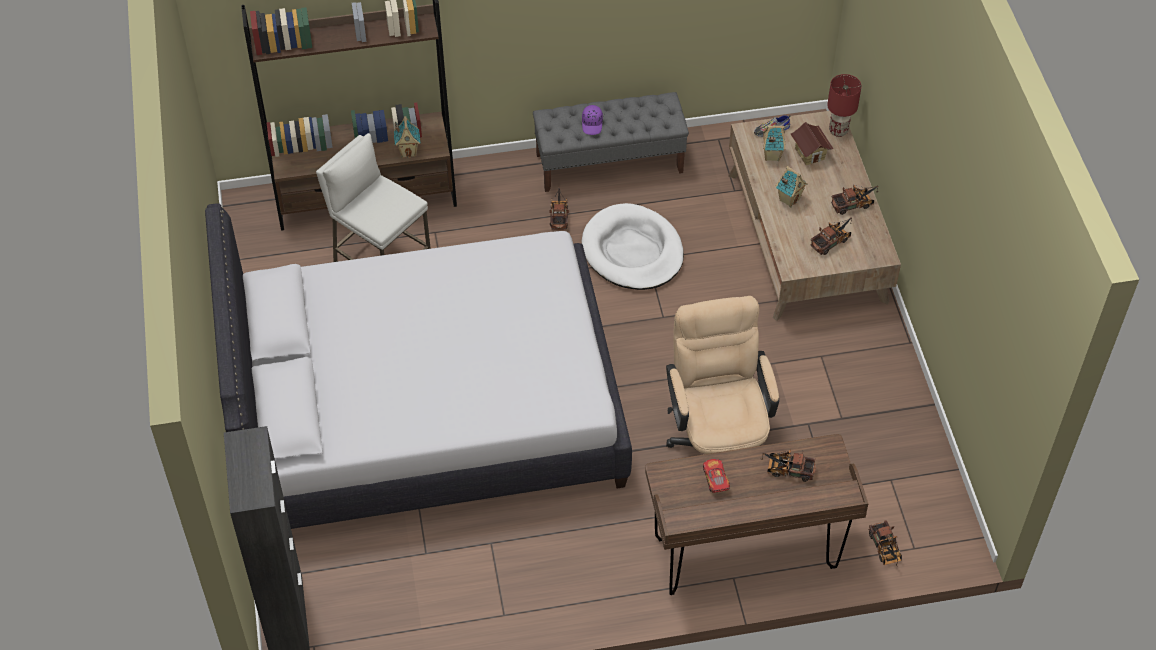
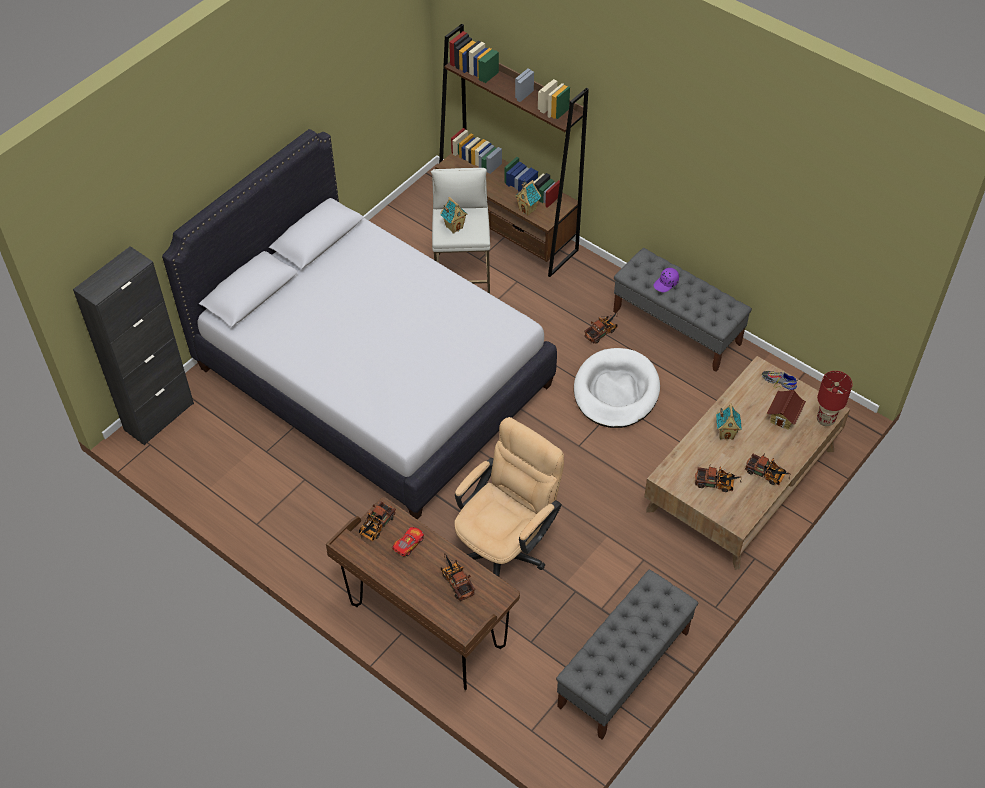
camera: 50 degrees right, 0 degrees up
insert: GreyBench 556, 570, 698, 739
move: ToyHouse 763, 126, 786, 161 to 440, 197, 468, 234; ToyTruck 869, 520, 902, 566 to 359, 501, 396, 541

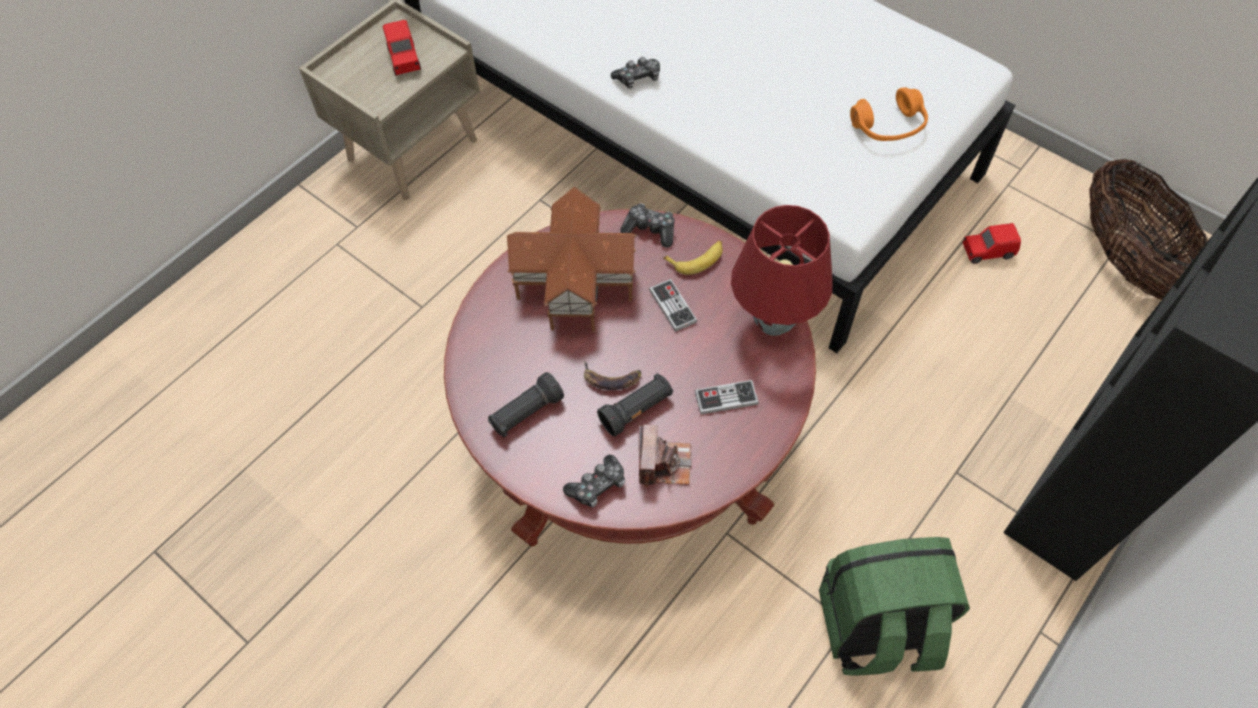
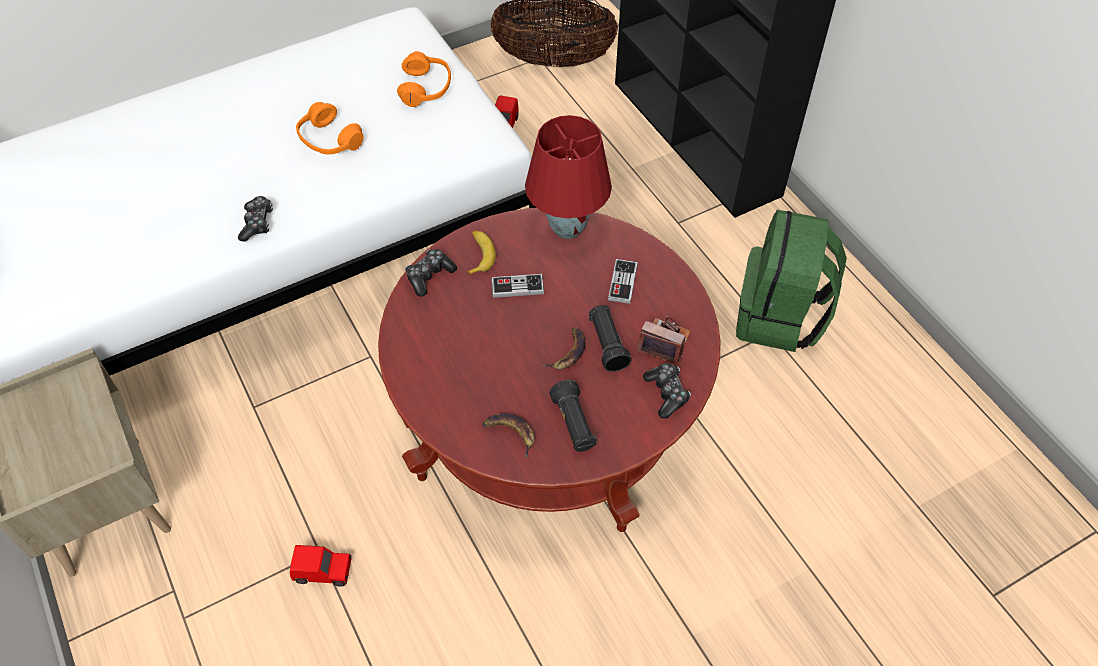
camera: 70 degrees left, 5 degrees down
delete: ToyHouse 507, 186, 637, 331
insert: OrangeHeadphones 296, 102, 364, 154; Banana 482, 414, 535, 458
move: RedToyCar 383, 20, 421, 76 to 290, 545, 352, 587

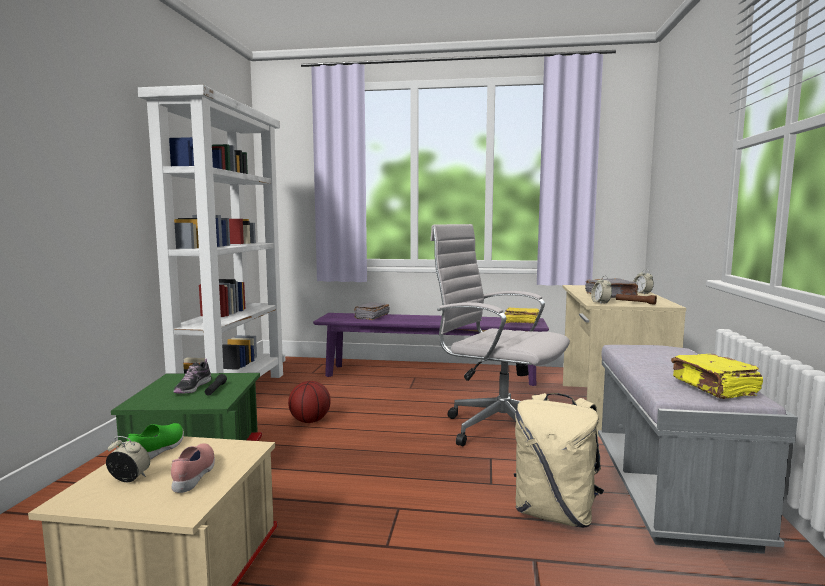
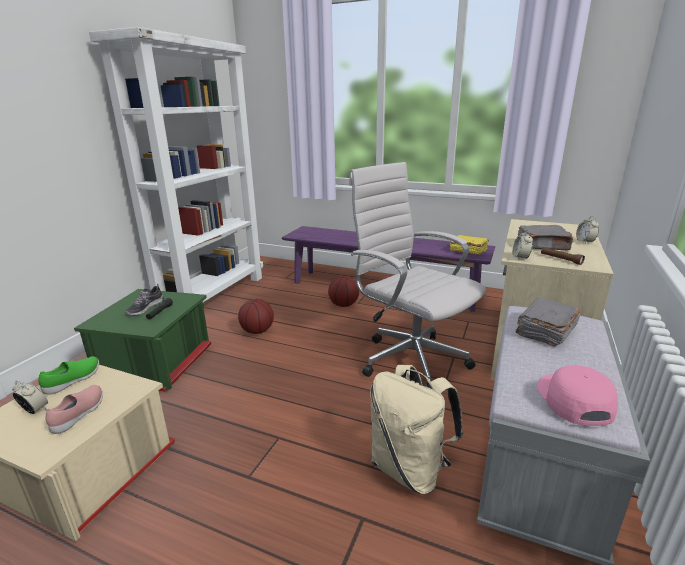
camera: 15 degrees right, 15 degrees up
insert: Basketball 328, 276, 359, 307
move: GreyBook 354, 302, 390, 320 to 516, 298, 581, 347
replace: YellowBook 671, 354, 763, 399 to PinkCap 537, 365, 618, 426

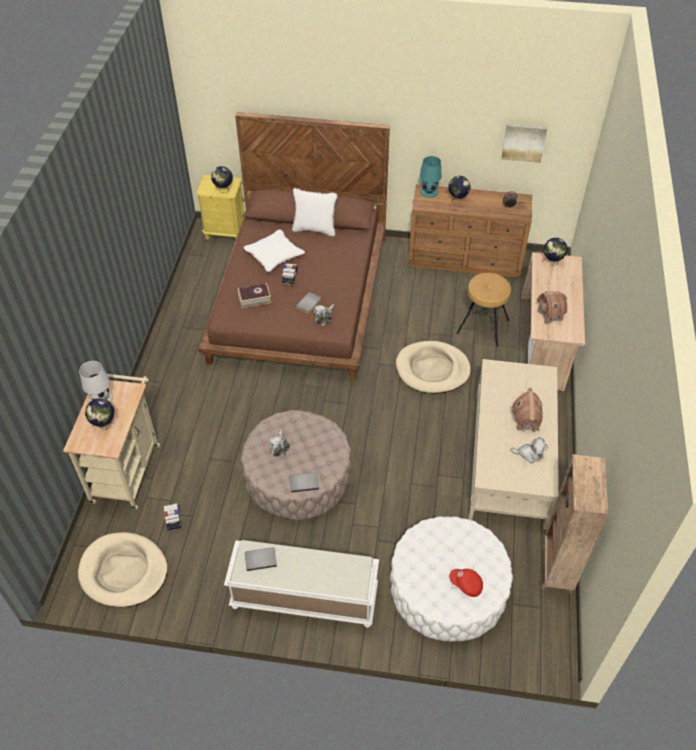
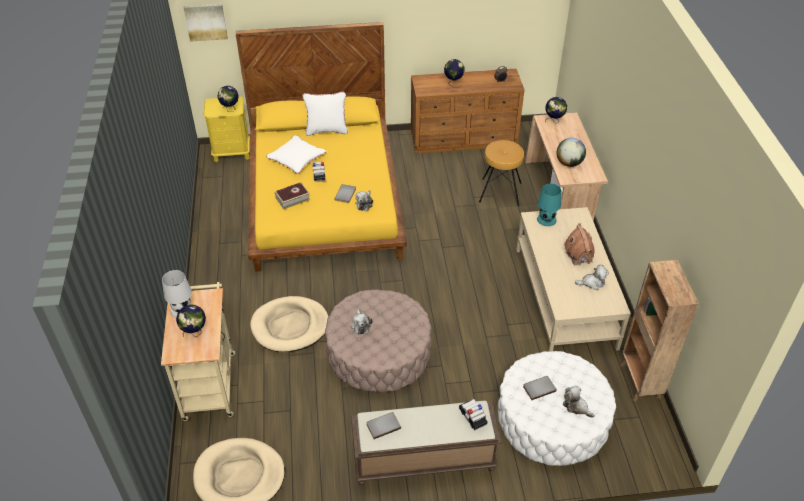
camera: 15 degrees left, 5 degrees down
move: Picture 501, 124, 547, 163 to 184, 4, 228, 42; TurquoiseTableLamp 420, 156, 441, 198 to 537, 184, 561, 226; BeigeDogBed 396, 341, 471, 394 to 250, 296, 329, 352; GreyBook 289, 472, 319, 493 to 523, 376, 557, 400; ToyCar 164, 503, 181, 531 to 459, 399, 488, 430
replace: ToyHouse 537, 291, 567, 325 to Globe 557, 138, 586, 167; RedCap 449, 569, 483, 597 to PlushToy 563, 385, 595, 418
recolor: BrownBed 198, 112, 390, 381 to YellowBed 236, 22, 407, 272; WhiteBench 224, 540, 379, 628 to BrownBench 351, 401, 502, 485

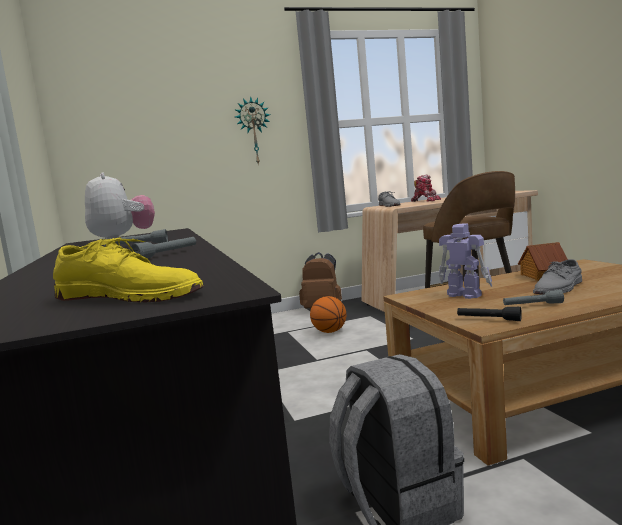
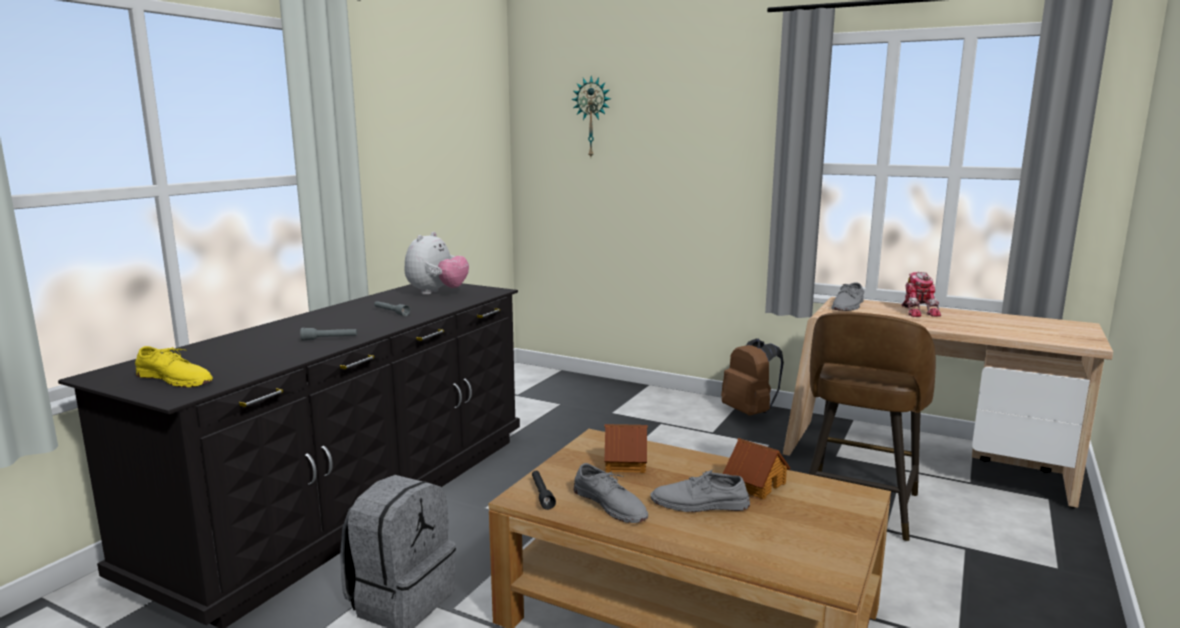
camera: 45 degrees right, 5 degrees up
delete: Basketball 310, 296, 347, 333
move: WallClock 234, 96, 270, 165 to 571, 76, 611, 157
replace: ToyRobot 439, 223, 492, 299 to ToyHouse 604, 424, 648, 473; GreyFlashlight 503, 290, 564, 305 to GreyShoe 574, 463, 648, 523
rotate: YellowShoe 53, 237, 203, 303 = 135, 346, 213, 388 45 degrees counterclockwise

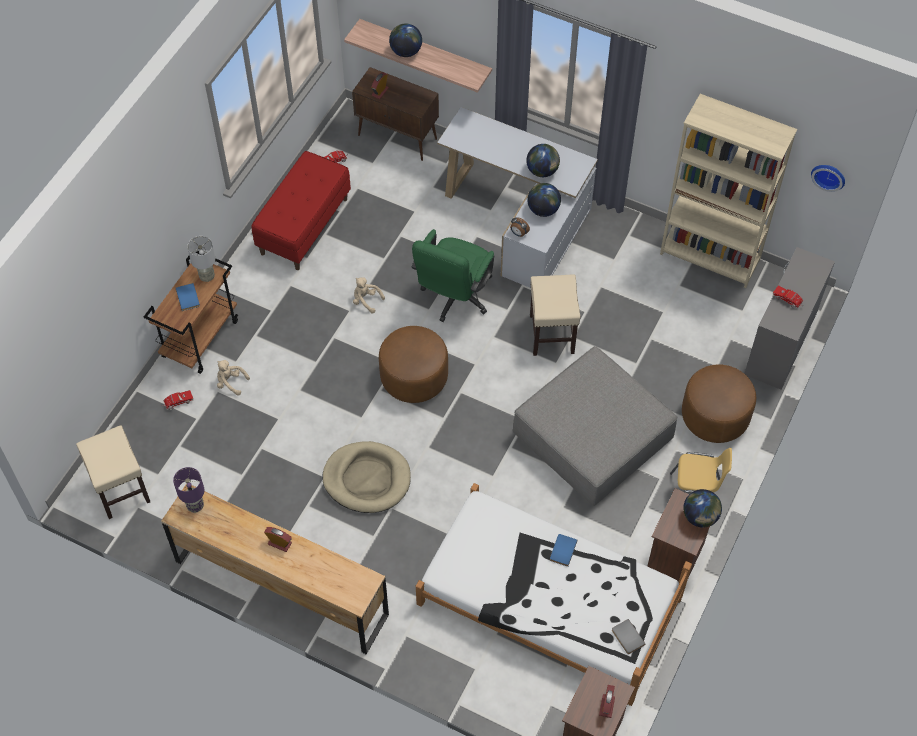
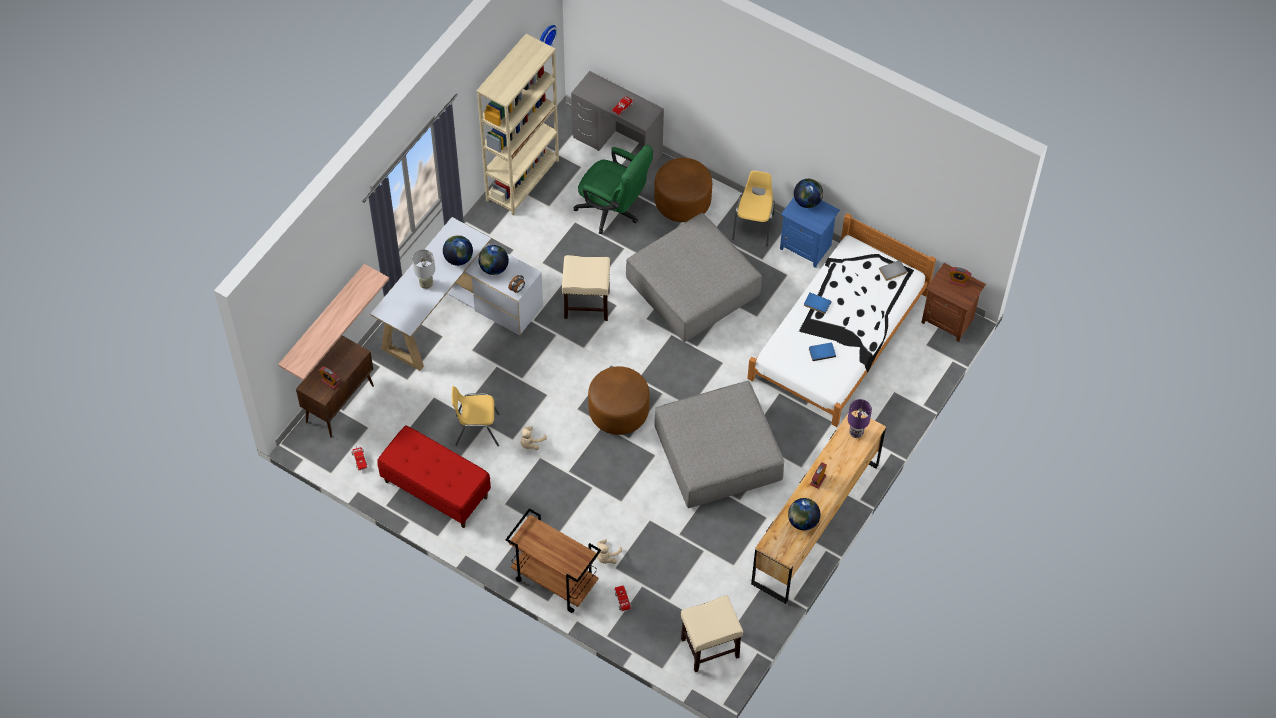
camera: 85 degrees left, 0 degrees up
insert: YellowChair 452, 386, 499, 446
move: Globe 389, 23, 422, 57 to 788, 498, 821, 531; GreenOfficeChair 412, 229, 494, 322 to 574, 145, 653, 234; GreyTableLamp 187, 236, 215, 282 to 412, 250, 435, 289; BlueBook 176, 283, 200, 311 to 809, 343, 836, 361; PurpleTableLamp 173, 467, 204, 513 to 848, 399, 872, 438
replace: BeigeDogBed 323, 441, 411, 513 to GreyOttoman 654, 381, 785, 508
recolor: BrownNightstand 648, 488, 710, 582 to BlueNightstand 780, 197, 840, 268

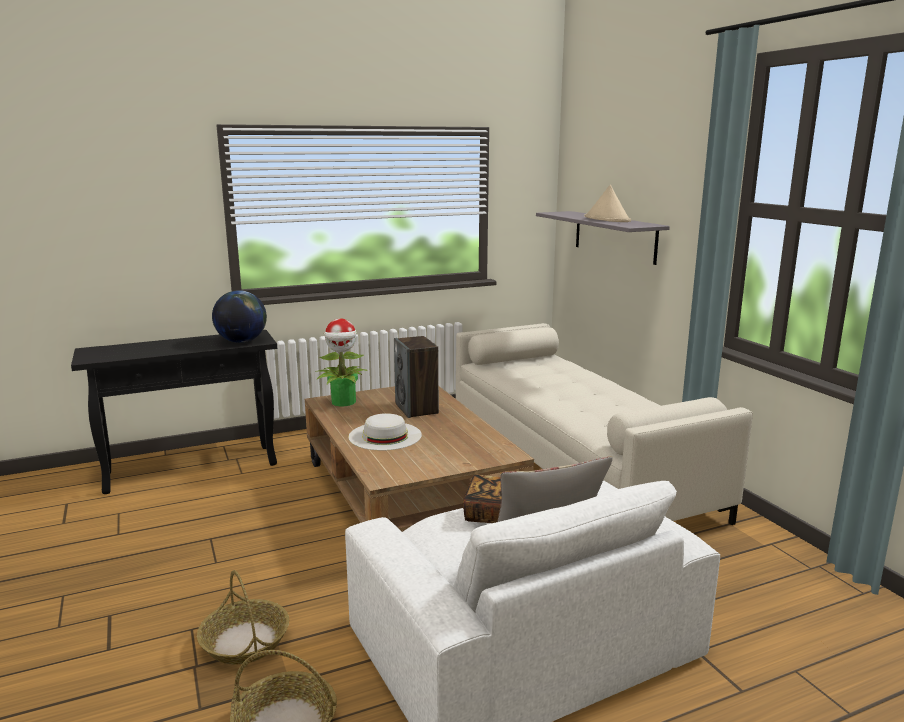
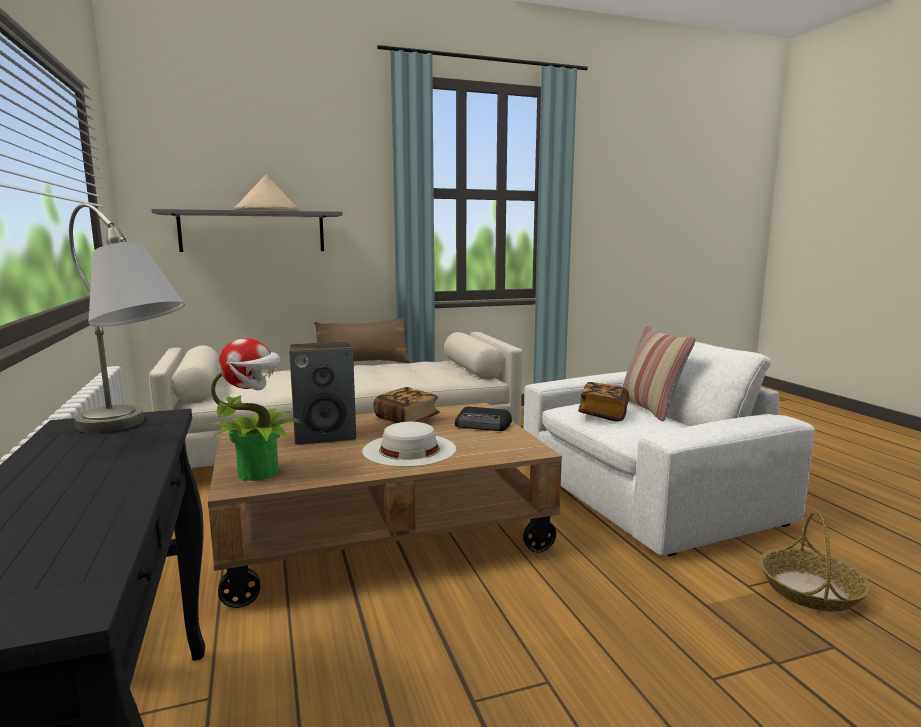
camera: 85 degrees left, 5 degrees down
delete: Basket 197, 570, 289, 665
insert: BrownPillow 314, 318, 410, 363; Book 374, 387, 440, 423; Radio 455, 407, 512, 431
replace: Globe 212, 290, 267, 343 to GreyTableLamp 69, 203, 185, 433

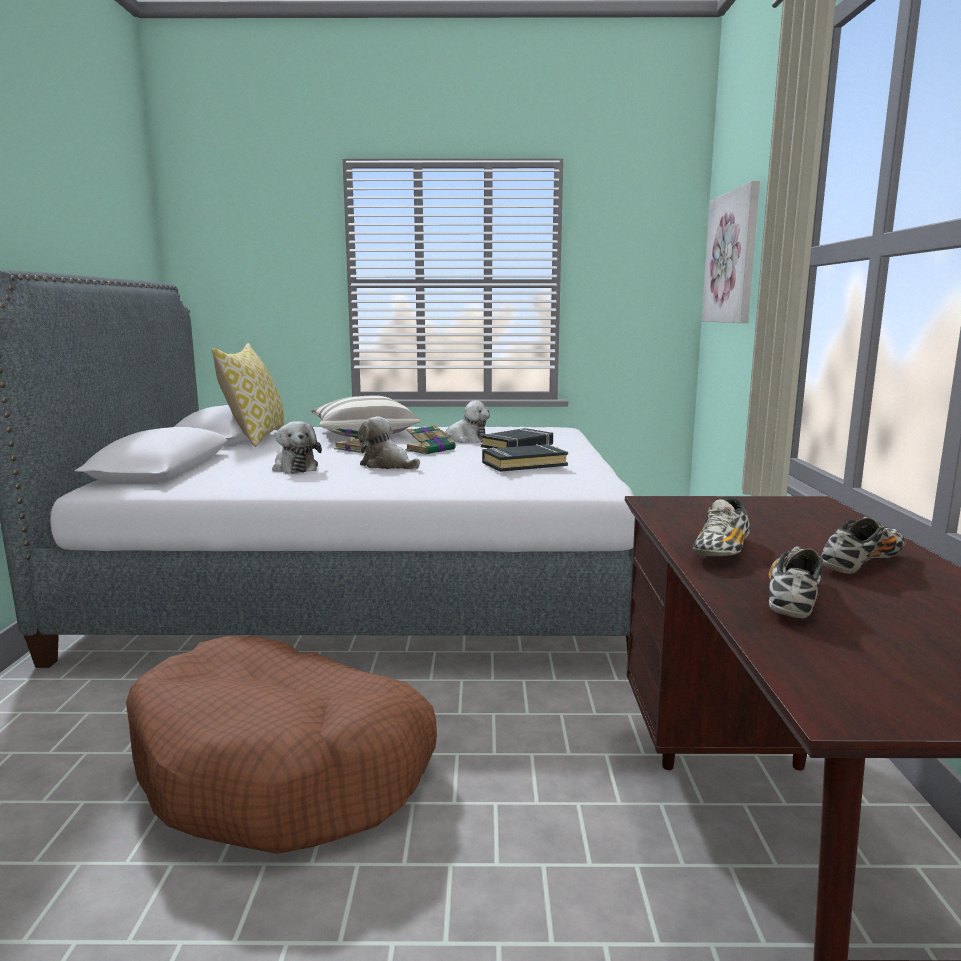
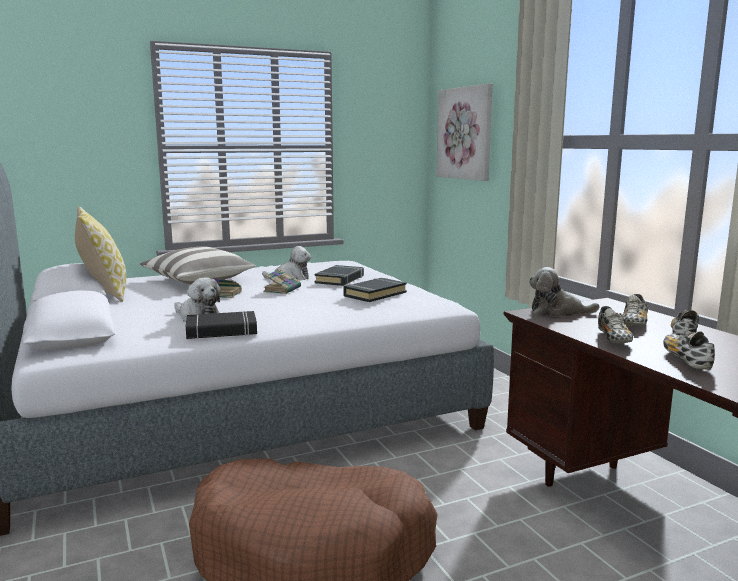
camera: 25 degrees left, 0 degrees up
insert: Shoe 622, 294, 648, 326; BlackBook 186, 311, 257, 339
move: PlushToy 358, 416, 420, 469 to 529, 267, 600, 317

